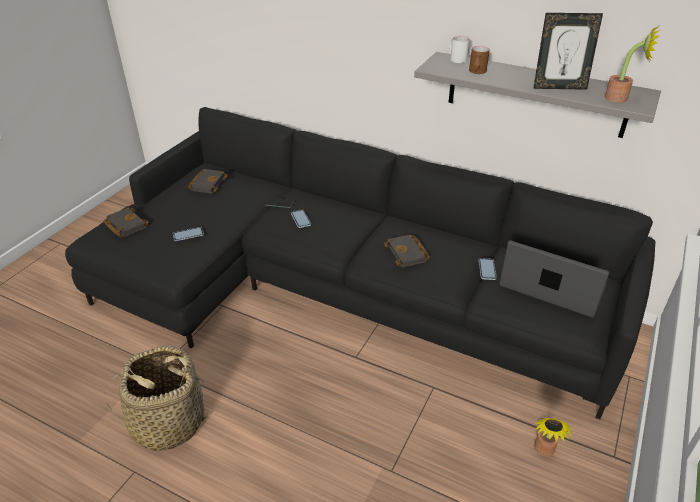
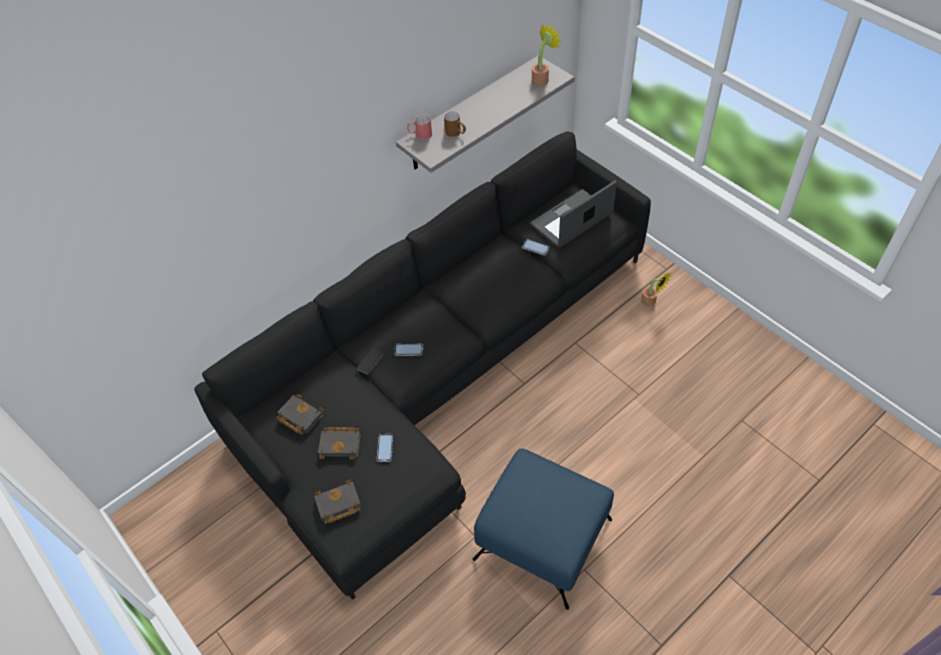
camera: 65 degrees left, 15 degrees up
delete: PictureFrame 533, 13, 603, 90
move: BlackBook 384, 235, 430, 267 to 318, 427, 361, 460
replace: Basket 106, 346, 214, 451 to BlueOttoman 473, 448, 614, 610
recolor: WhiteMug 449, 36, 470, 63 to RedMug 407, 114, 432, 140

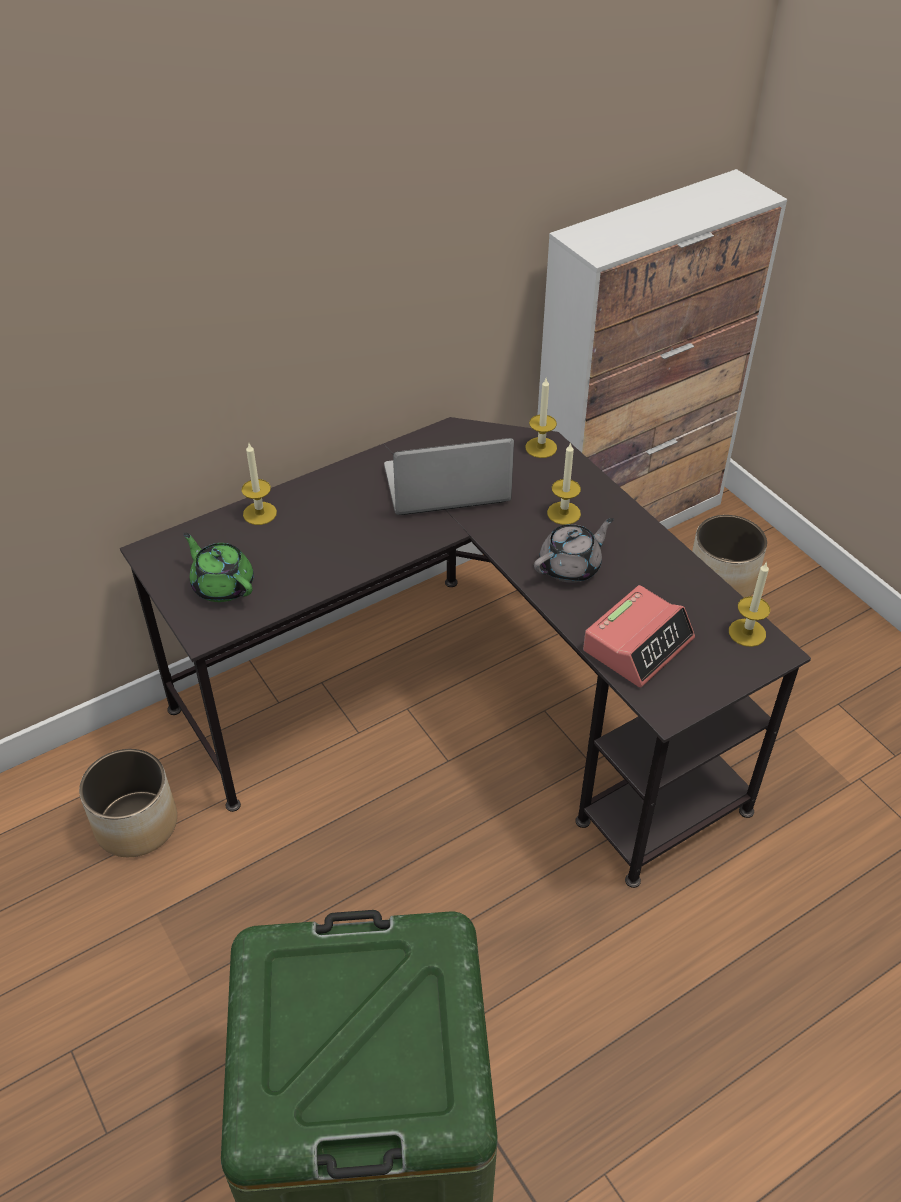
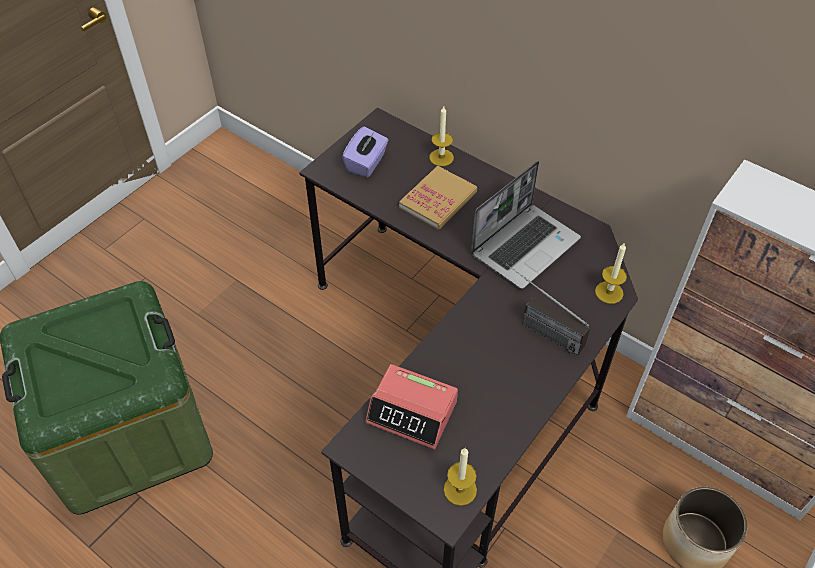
camera: 70 degrees right, 5 degrees up
delete: GreyTeapot 534, 518, 614, 583; Planter 79, 749, 177, 857
insert: Book 399, 166, 477, 230
replace: Candle 547, 442, 581, 525 to Radio 505, 263, 590, 356; GreenTeapot 184, 533, 254, 602 to PurpleTissueBox 342, 127, 388, 178
rotate: Laptop 384, 438, 514, 515 = 471, 161, 581, 289 75 degrees clockwise

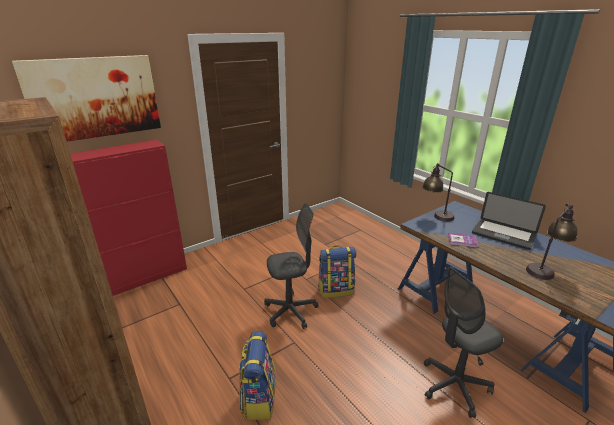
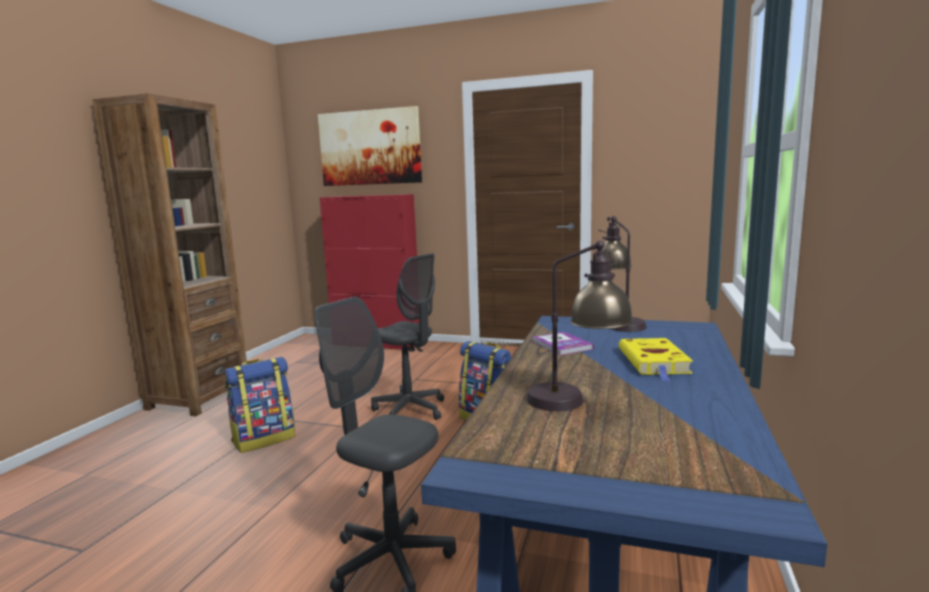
camera: 55 degrees right, 15 degrees down
replace: Laptop 472, 192, 546, 250 to YellowBook 619, 338, 693, 381

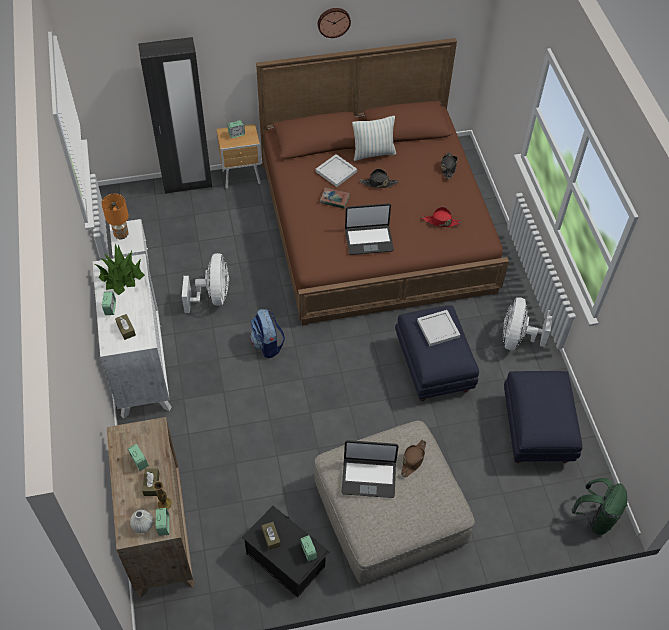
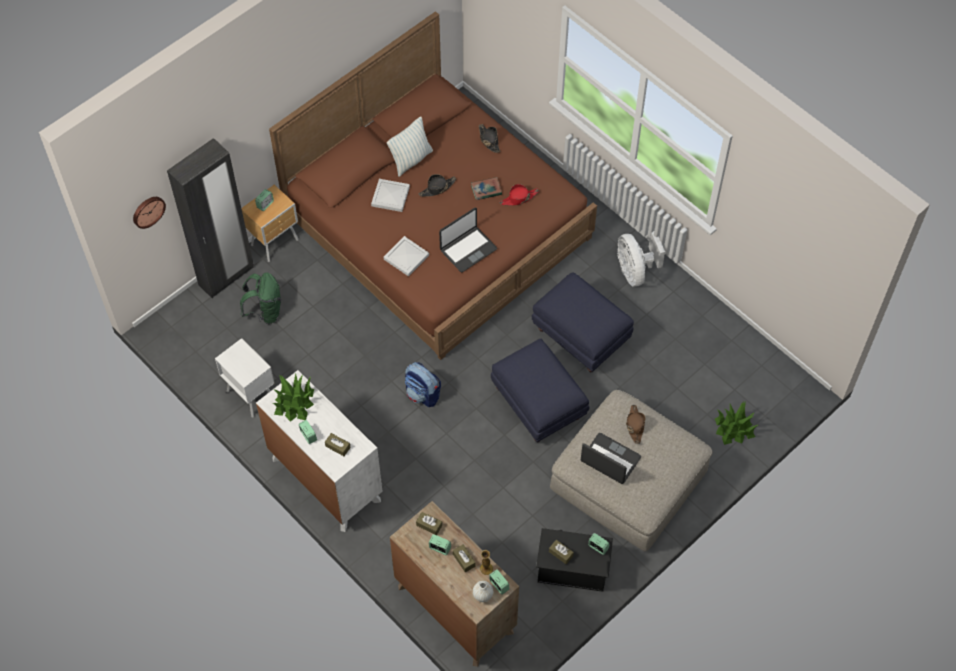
camera: 30 degrees left, 5 degrees up
delete: OrangeTableLamp 101, 193, 129, 239; WhiteFan 182, 253, 229, 313
insert: PottedPlant 715, 400, 758, 445; BrownTissueBox 416, 512, 442, 535
move: WallClock 318, 8, 351, 38 to 133, 197, 166, 229; Book 320, 187, 350, 209 to 471, 177, 502, 200; WhiteTray 417, 310, 460, 346 to 384, 236, 429, 277; BlueOttoman 504, 371, 583, 463 to 491, 339, 589, 442; GreenBackpack 572, 478, 627, 535 to 240, 273, 281, 324
rotate: Laptop 342, 440, 399, 498 = 581, 433, 641, 484 120 degrees counterclockwise

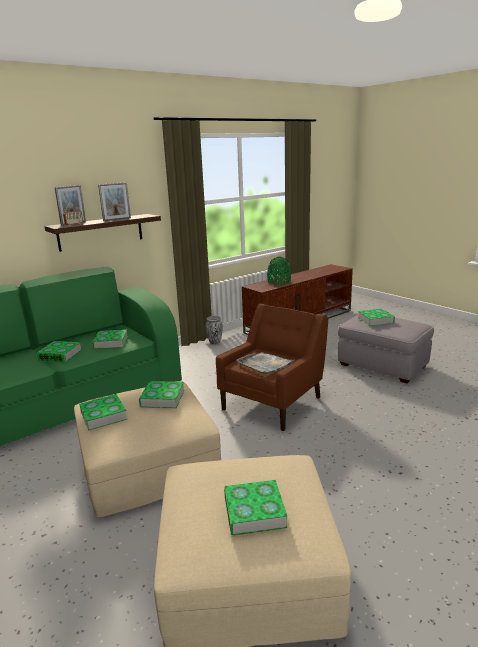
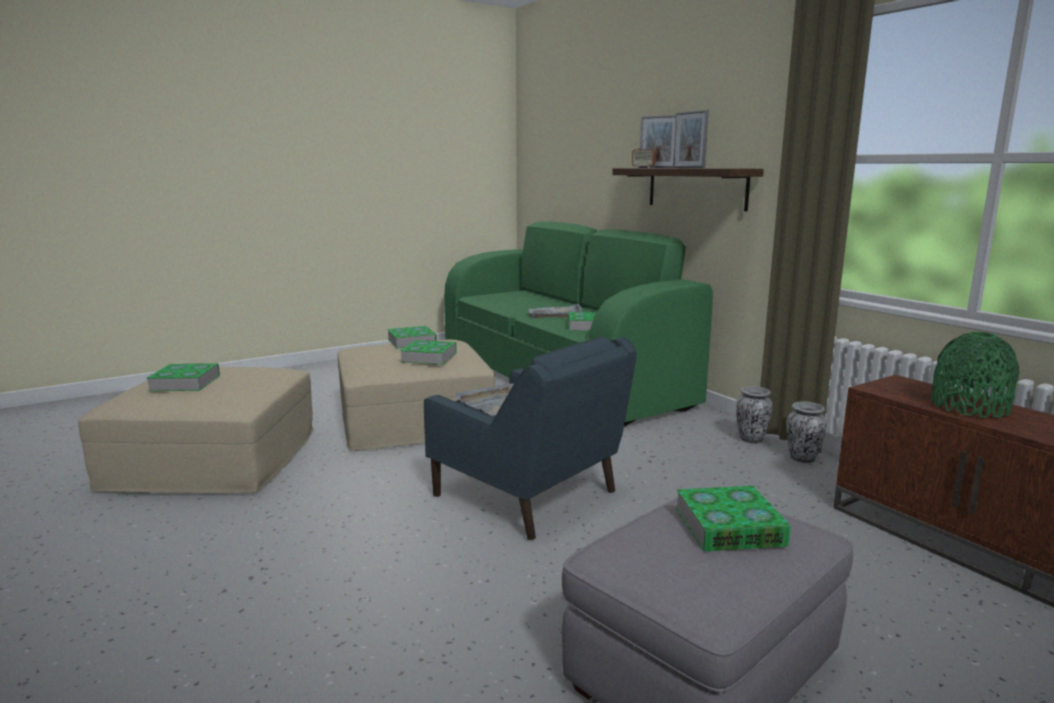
camera: 95 degrees right, 5 degrees down
insert: Vase 736, 386, 773, 444
replace: Book 36, 341, 82, 362 to GreyTray 528, 304, 582, 318
recolor: BrownArmchair 216, 304, 328, 431 to BlueArmchair 424, 337, 637, 540

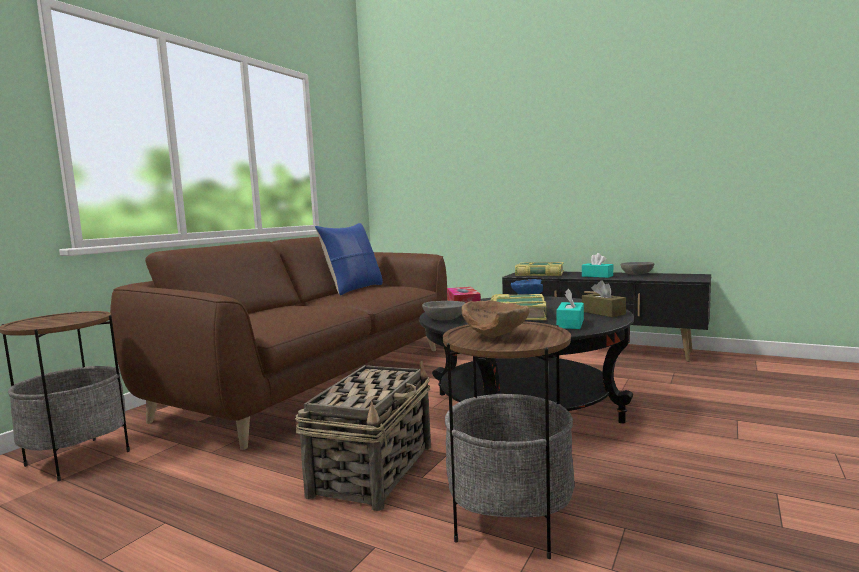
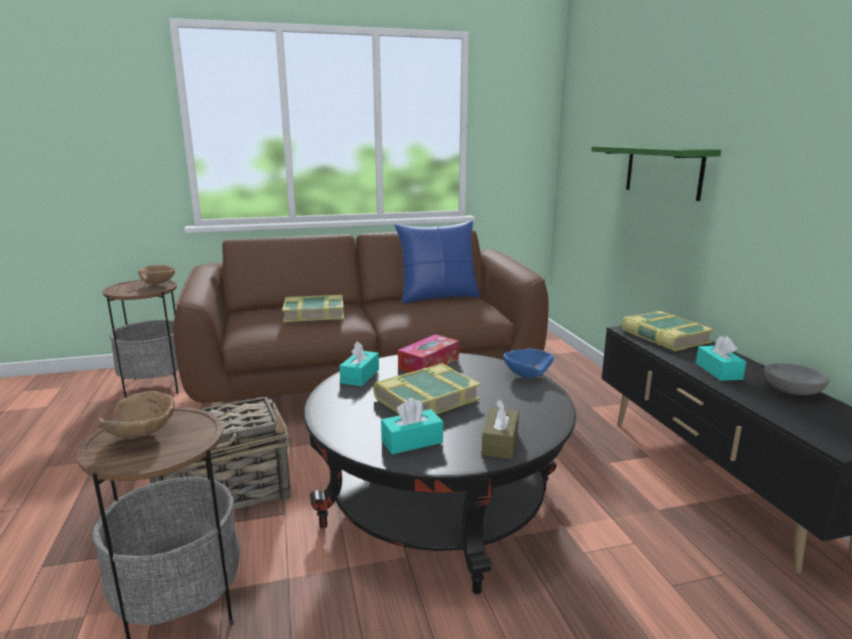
camera: 45 degrees right, 10 degrees up
insert: GreenShelf 591, 146, 721, 201; BrownBowl 138, 265, 175, 285; Book 282, 295, 344, 322
replace: GreyBowl 422, 301, 465, 320 to TurquoiseTissueBox 339, 341, 379, 386

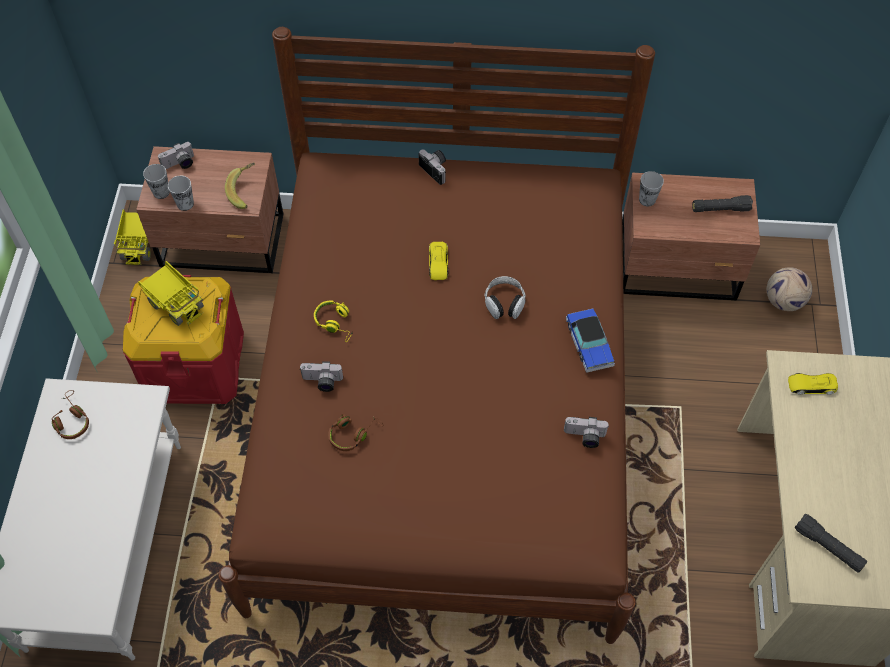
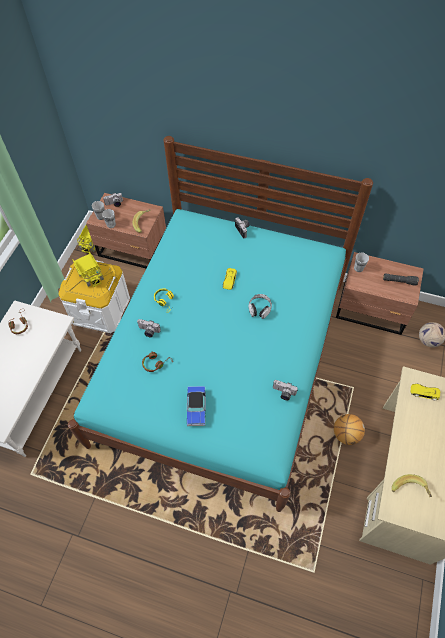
camera: 15 degrees right, 0 degrees up
insert: Basketball 334, 414, 365, 445
move: ToyCar 566, 309, 615, 373 to 187, 386, 206, 426
replace: BlackFlashlight 795, 514, 867, 573 to Banana 392, 474, 432, 497
recolor: BrownBed 218, 27, 655, 644 to TurquoiseBed 68, 136, 373, 512; RedStorageBox 123, 275, 244, 404 to WhiteStorageBox 58, 260, 130, 333

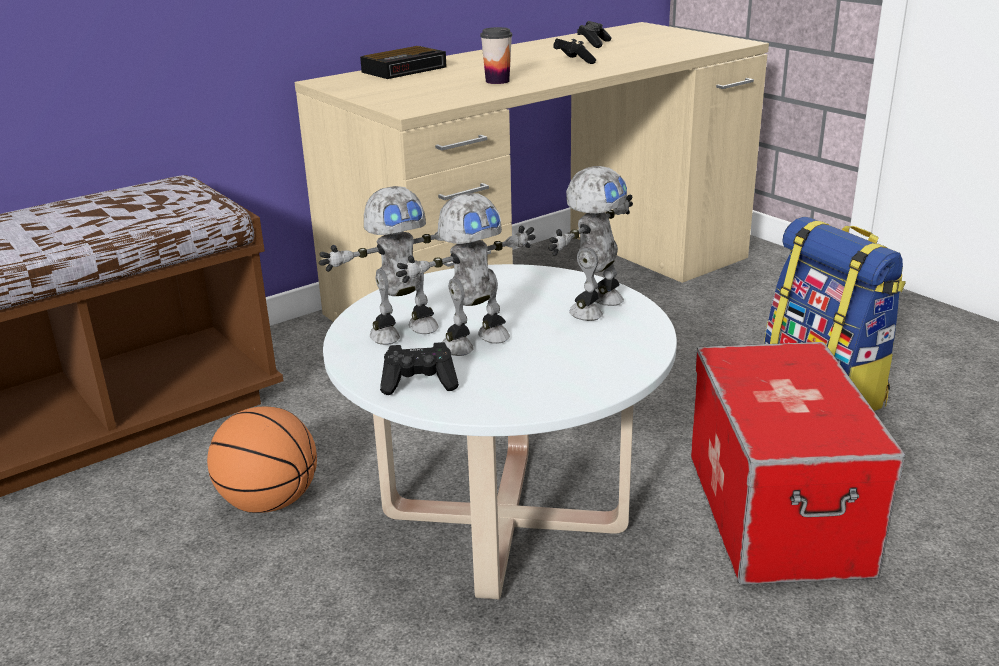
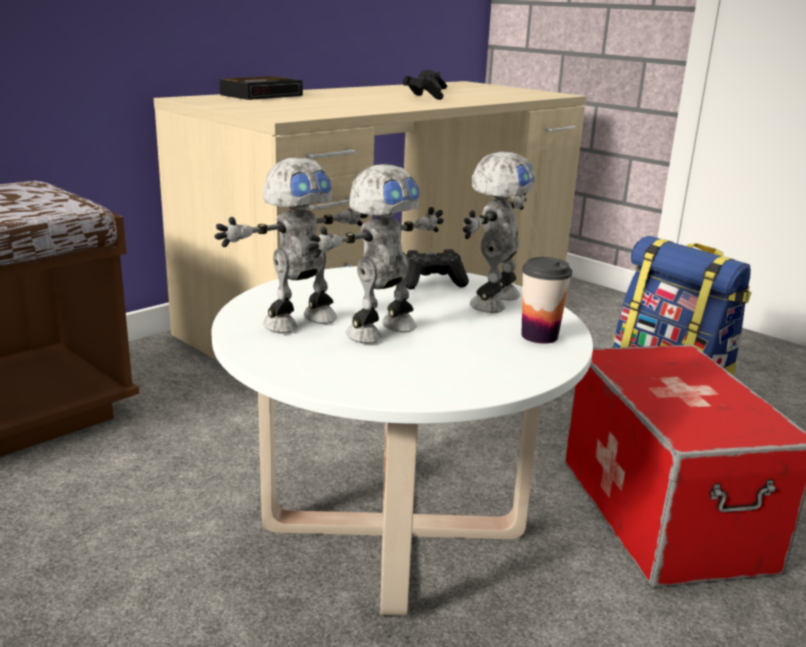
camera: 10 degrees left, 5 degrees down
delete: Basketball 207, 407, 317, 513
move: Cup 480, 27, 513, 84 to 521, 257, 572, 344; BlackGameController 380, 342, 459, 395 to 405, 249, 469, 289

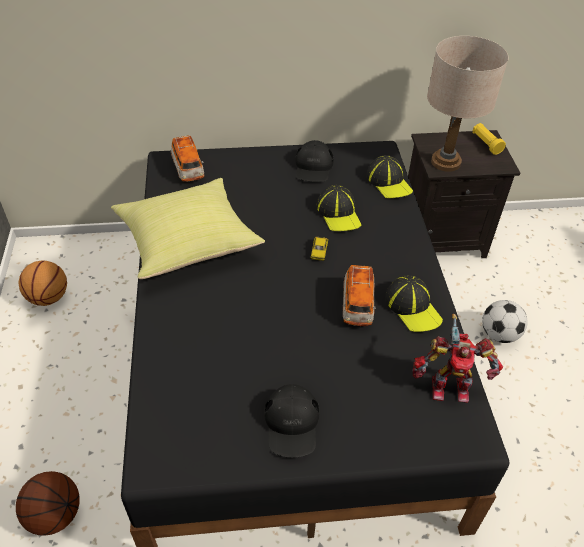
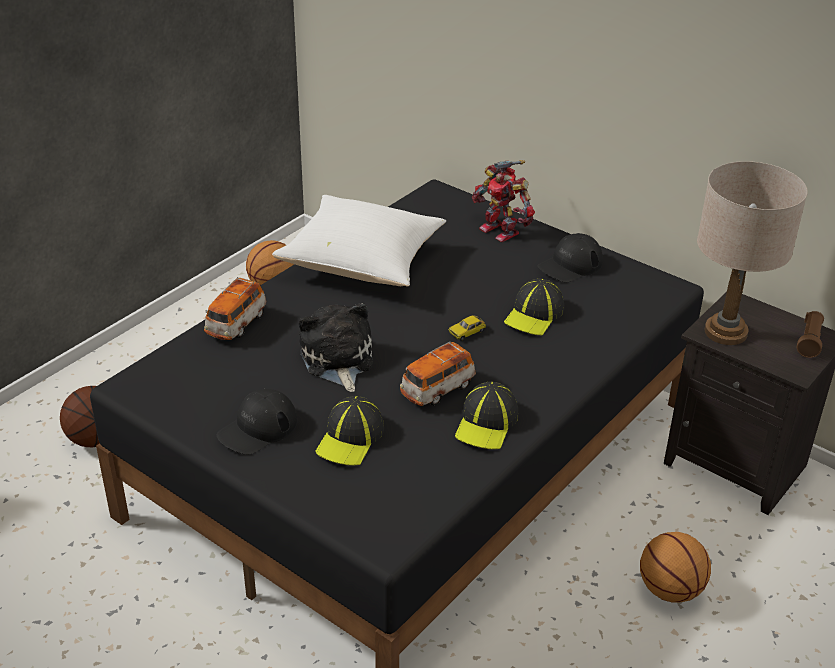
camera: 45 degrees right, 10 degrees down
insert: PlushToy 299, 303, 373, 392
move: ToyCar 171, 135, 205, 182 to 204, 277, 267, 340; Cap 366, 155, 413, 199 to 315, 396, 384, 466; ToyRobot 413, 314, 503, 403 to 472, 160, 535, 242
replace: Football 482, 300, 528, 343 to Basketball 640, 532, 711, 603
recolor: YellowFlashlight 472, 123, 506, 155 to BrownFlashlight 797, 311, 824, 358; YellowPillow 111, 178, 265, 279 to WhitePillow 272, 195, 446, 286

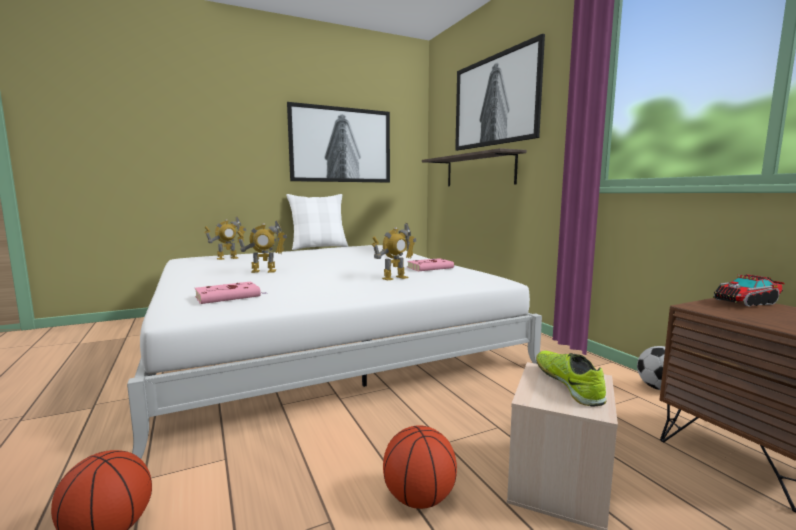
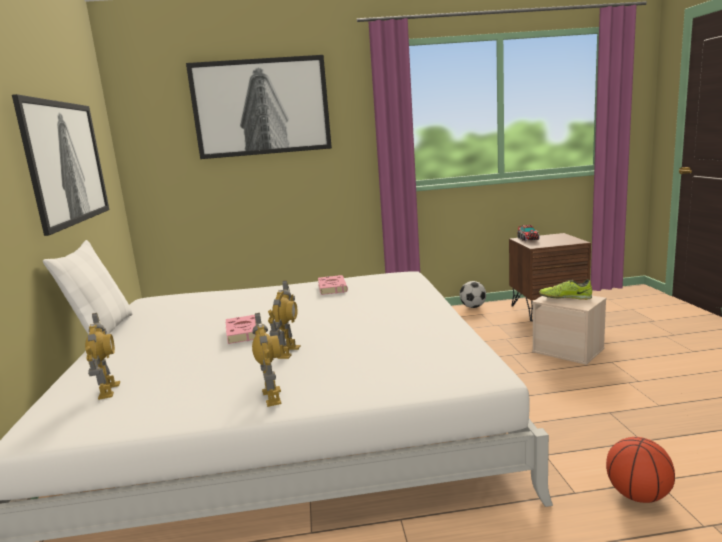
camera: 70 degrees left, 5 degrees up
delete: Shelf 422, 148, 527, 186; Basketball 383, 425, 457, 509
move: ToyRobot 372, 223, 416, 281 to 252, 313, 282, 407; PinkBook 195, 282, 267, 304 to 226, 315, 256, 344

